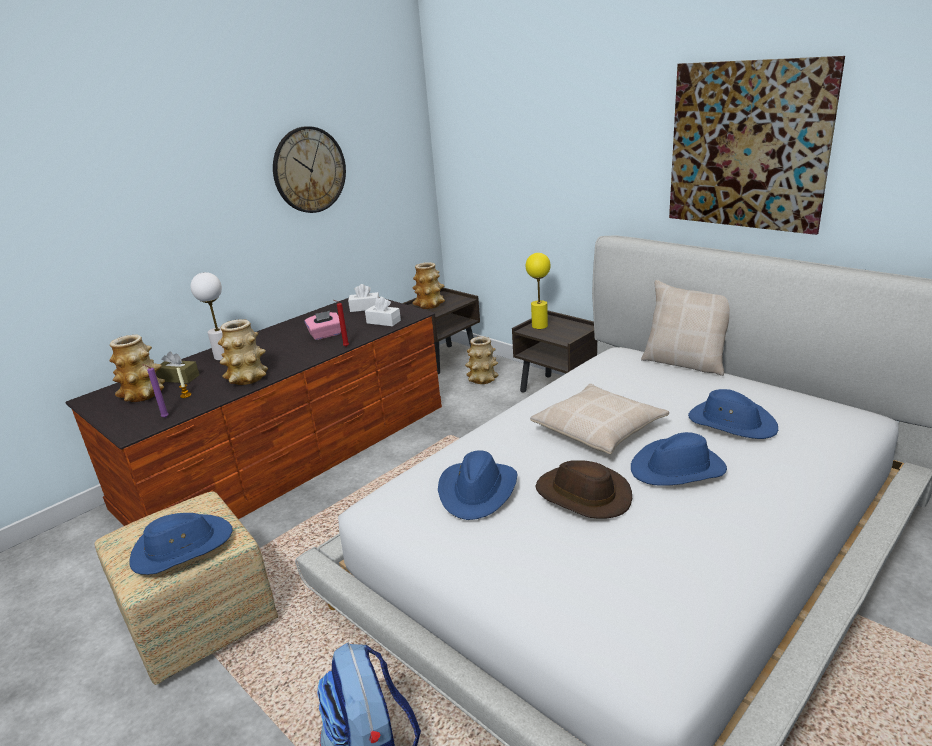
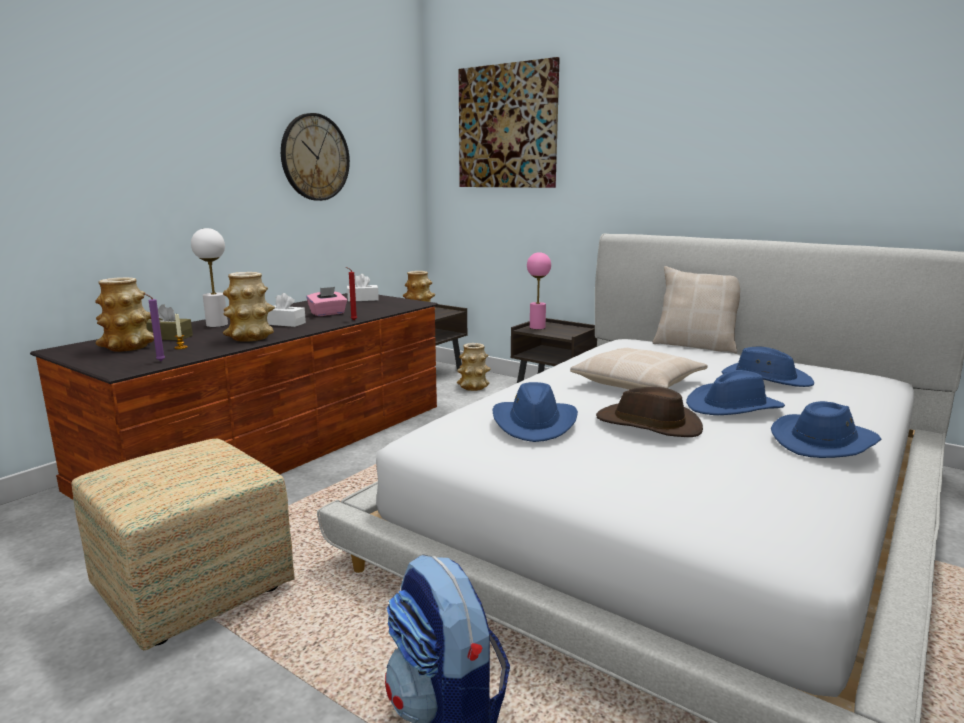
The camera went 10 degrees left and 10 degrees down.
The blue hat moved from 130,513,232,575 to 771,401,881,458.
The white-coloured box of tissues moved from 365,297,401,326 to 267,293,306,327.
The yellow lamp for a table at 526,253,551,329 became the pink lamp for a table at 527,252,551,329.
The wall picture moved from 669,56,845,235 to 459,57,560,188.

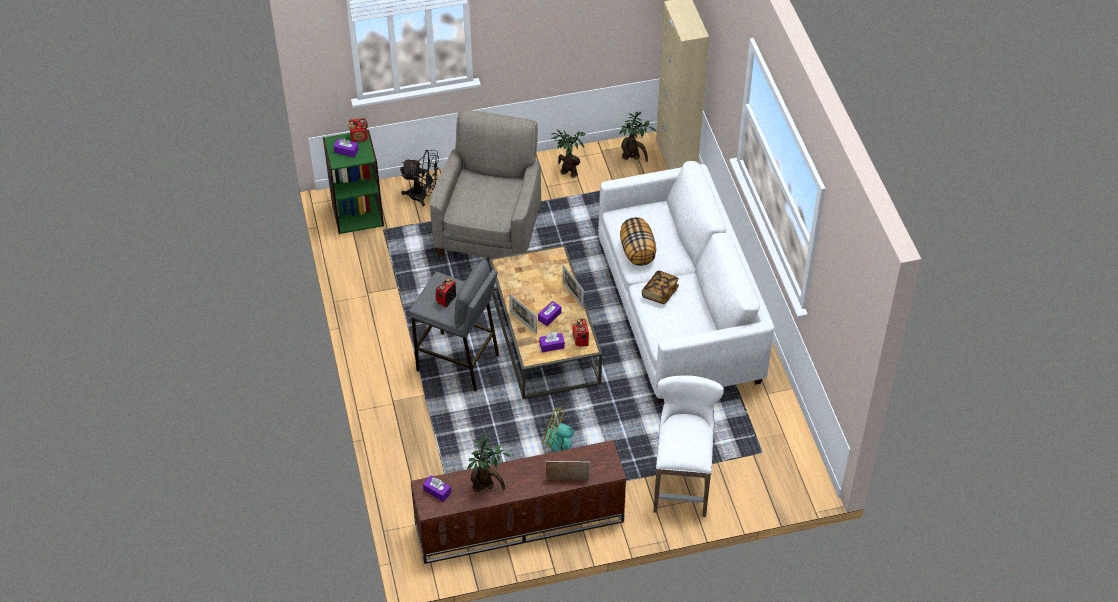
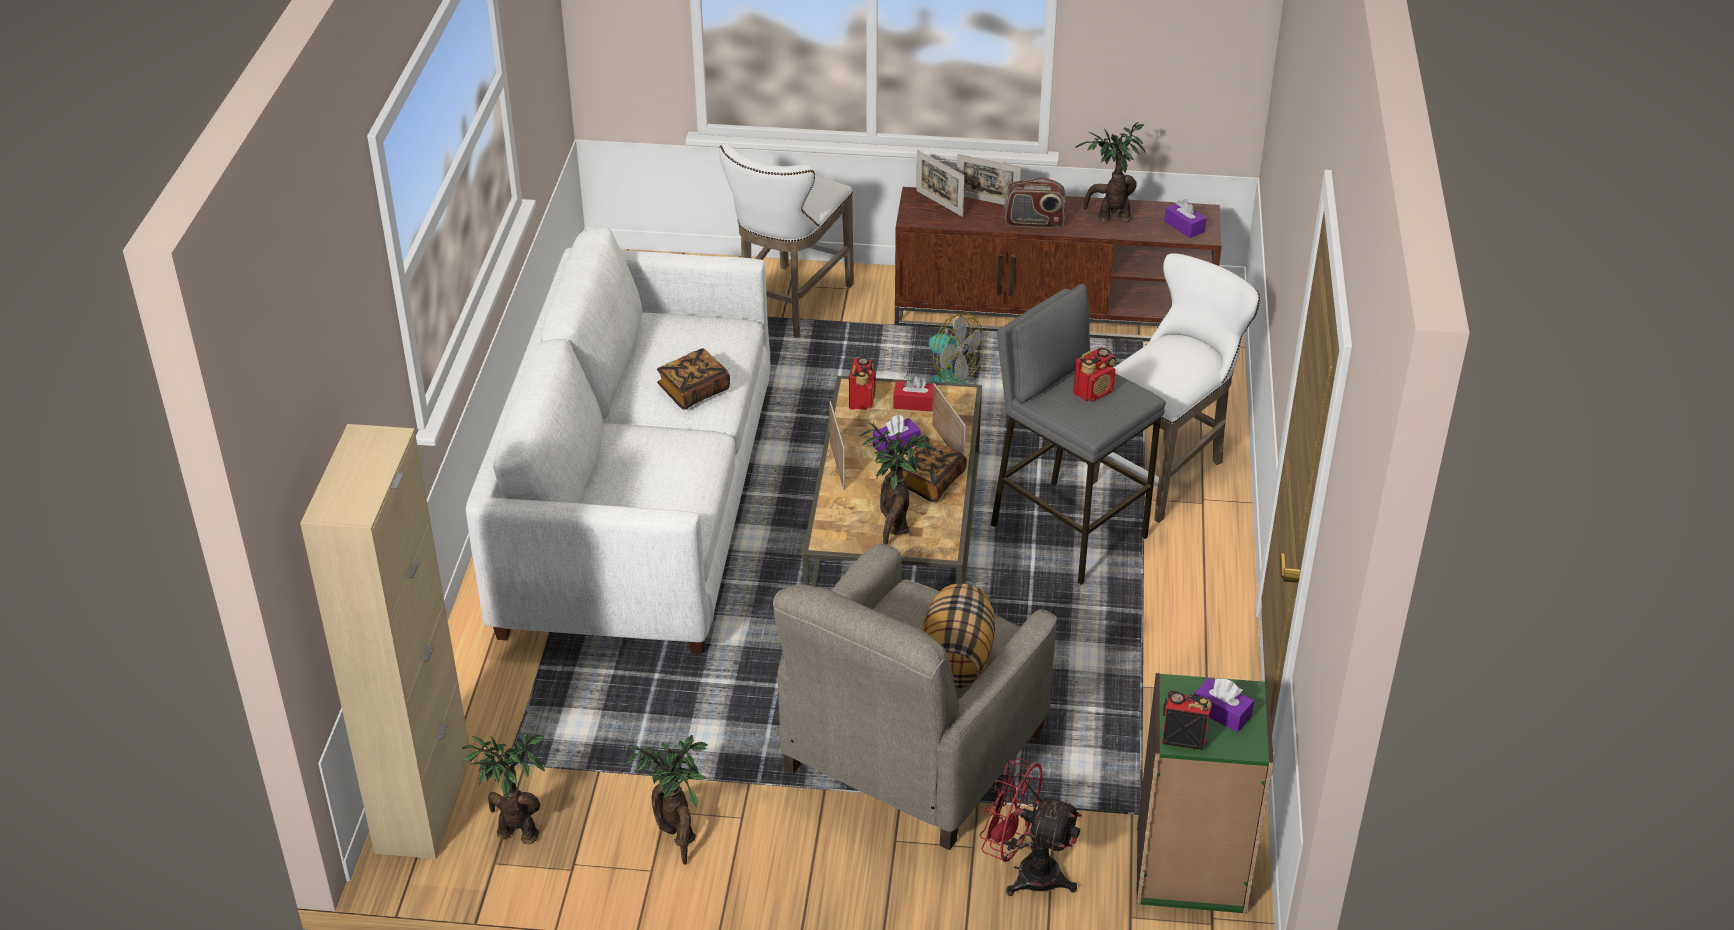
The camera went 160 degrees left and 10 degrees down.
The black cooling fan at 400,150,439,206 became the red cooling fan at 980,758,1082,896.
The purple-coloured box of tissues at 539,332,565,352 became the red box of tissues at 893,376,937,412.
The throw pillow moved from 620,217,656,266 to 922,584,995,688.
The houseplant at 860,422,934,544 appeared.
The volume at 902,437,967,502 appeared.
The picture frame at 916,150,965,217 appeared.
The radio set at 1004,177,1066,228 appeared.
The white-coloured stool seat at 1093,253,1261,523 appeared.

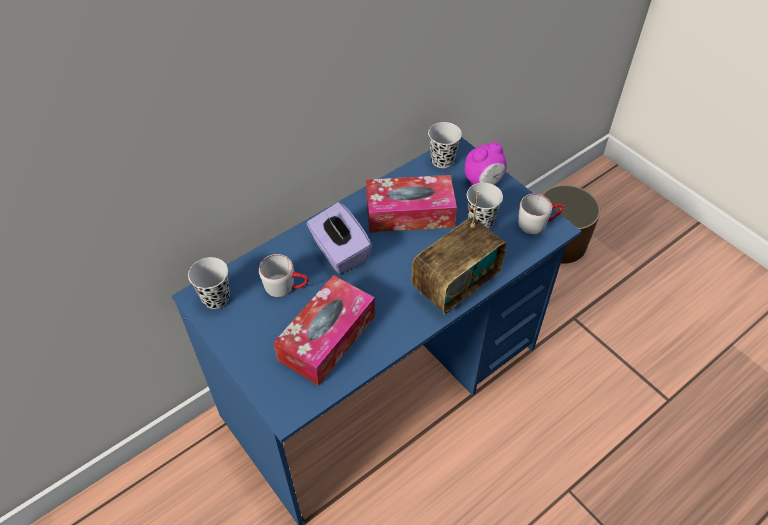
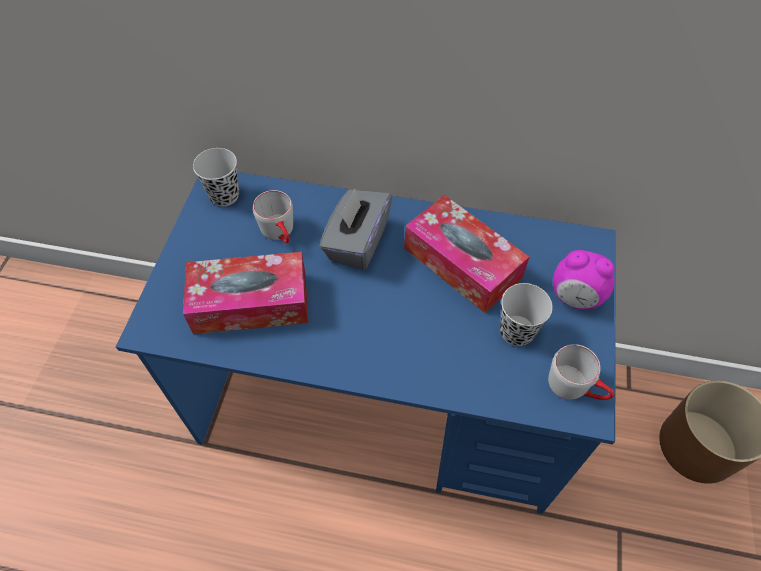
The camera went 50 degrees right and 5 degrees up.
The purple-coloured box of tissues at 307,202,372,274 became the greyish box of tissues at 319,189,392,270.
The radio set at 411,191,506,315 disappeared.
The black cup at 428,122,462,168 disappeared.

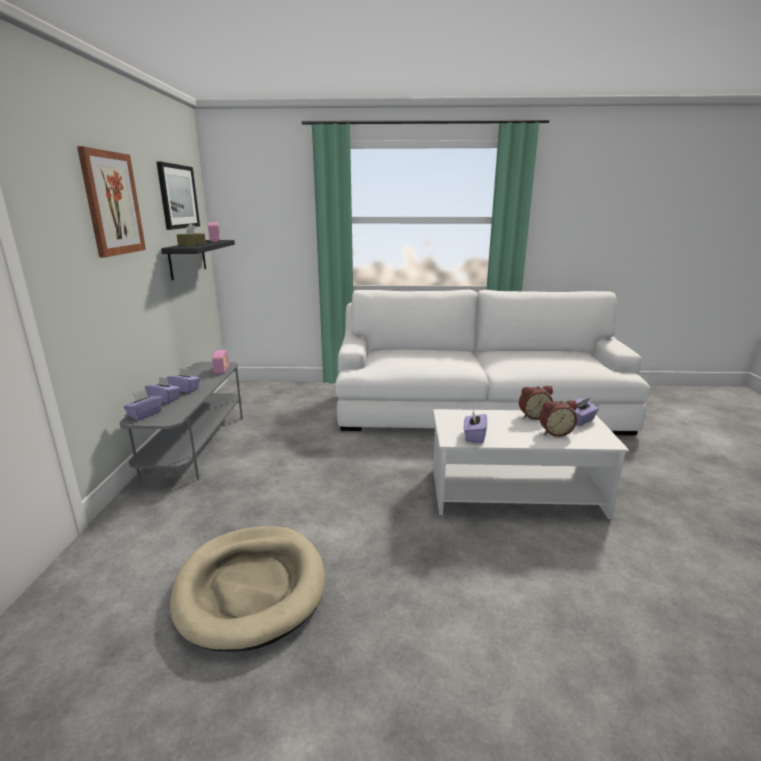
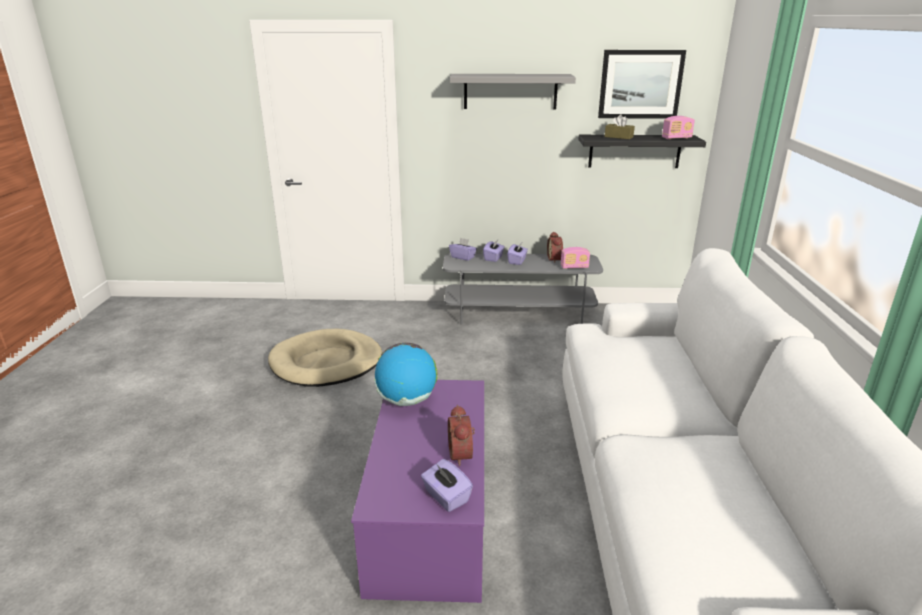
The camera went 90 degrees right and 5 degrees up.
The wall picture at 77,146,146,257 was replaced by the greyish wall shelf at 450,74,576,110.
The white-coloured coffee table at 433,409,629,519 became the purple-coloured coffee table at 351,380,484,603.
The purple-coloured box of tissues at 464,409,487,443 was replaced by the globe at 374,343,438,406.
The bedside clock moved from 539,400,577,437 to 547,232,563,263.

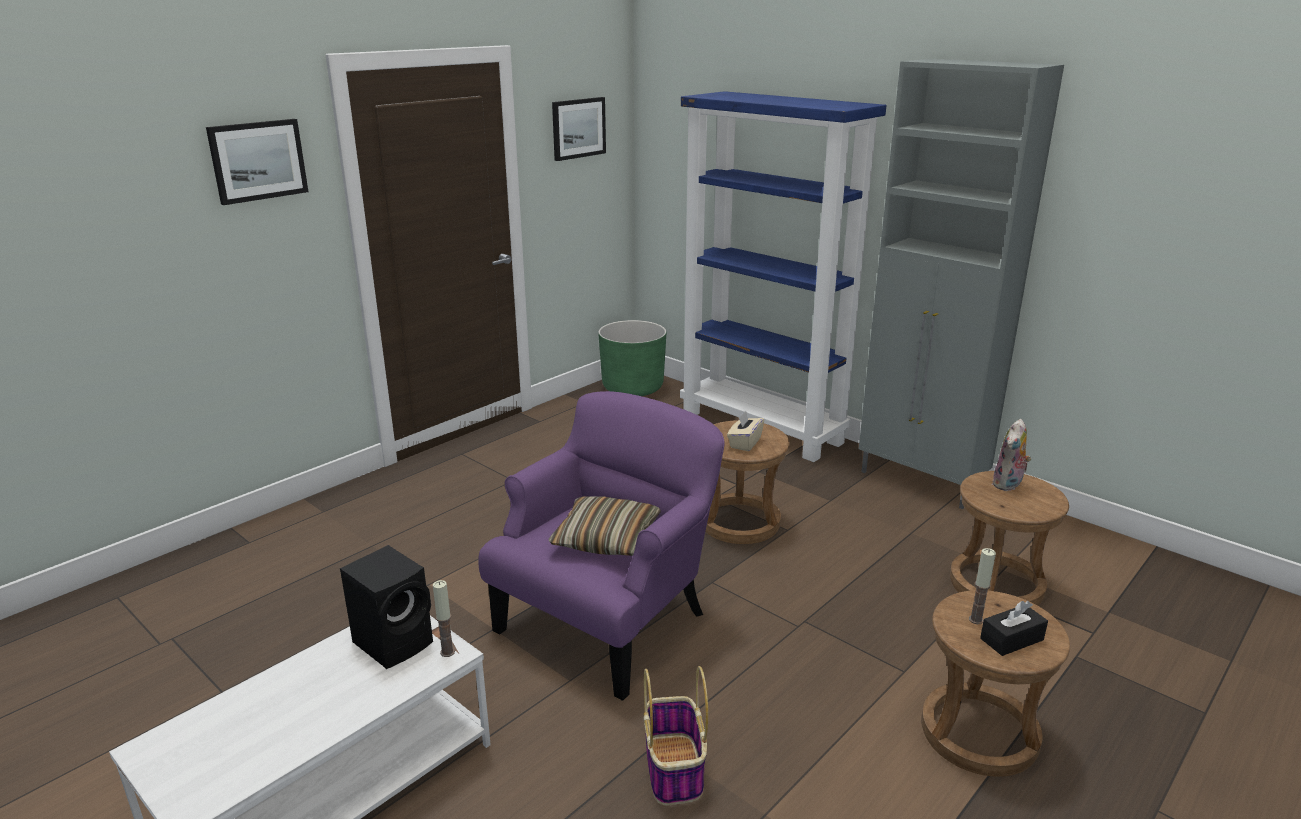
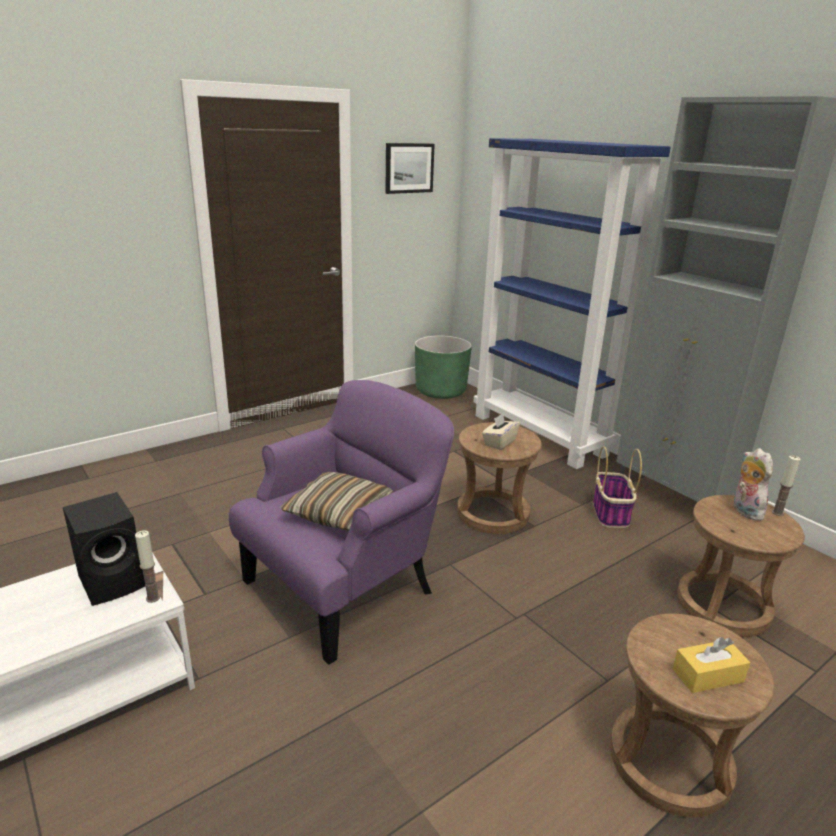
The camera went 10 degrees right and 0 degrees up.
The wall picture at 206,119,308,205 disappeared.
The storage basket moved from 643,666,708,806 to 593,446,642,528.
The wax candle moved from 969,548,996,624 to 772,456,801,516.
The black box of tissues at 980,601,1048,656 became the yellow box of tissues at 673,637,750,693.
The cuddly toy at 992,419,1031,491 turned 120 degrees clockwise.

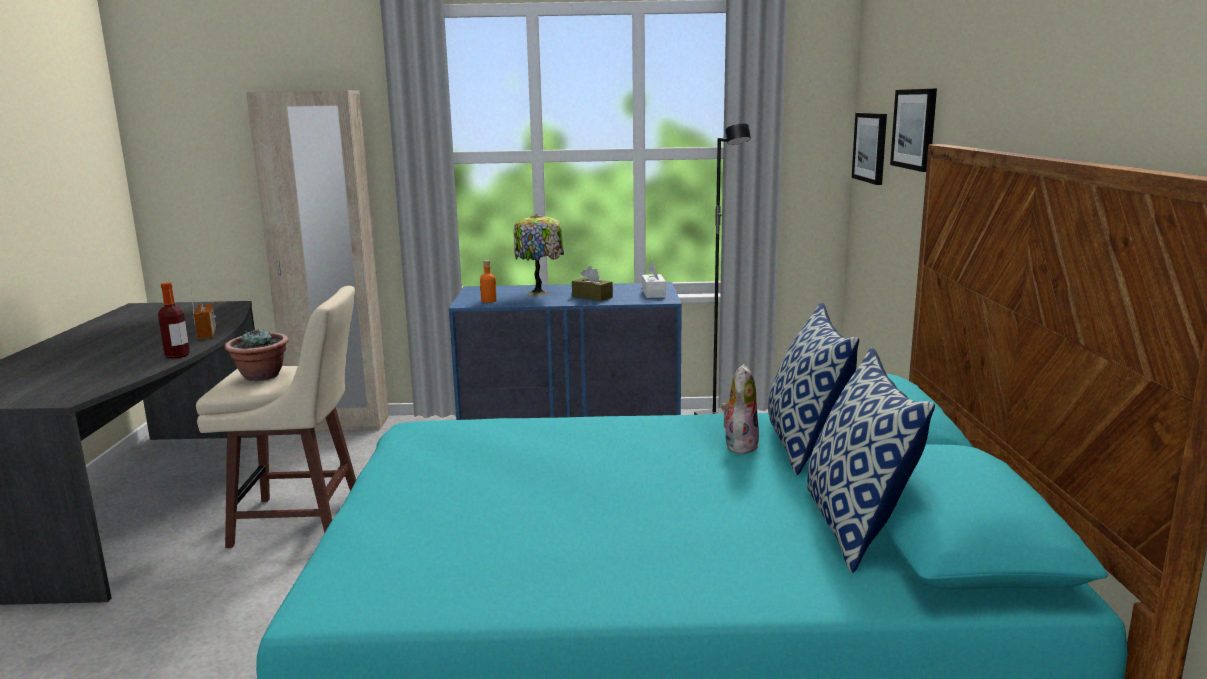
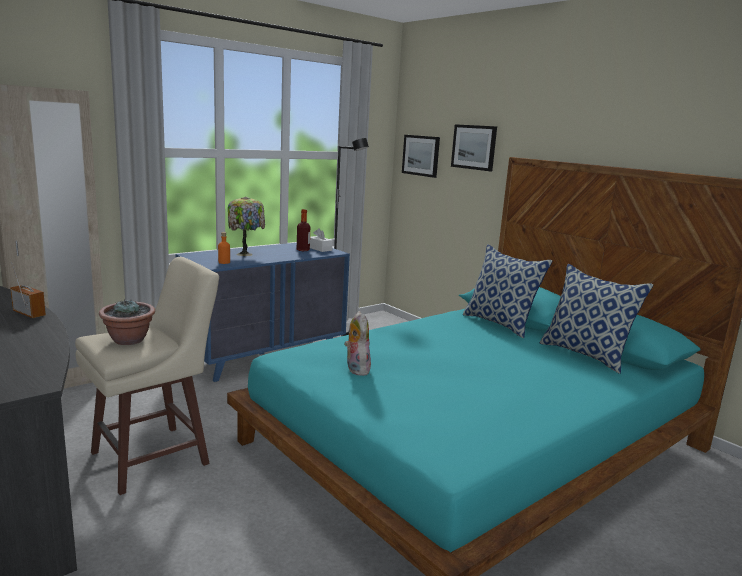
The camera went 40 degrees left and 0 degrees up.
The beverage bottle moved from 158,282,190,359 to 297,209,310,251.
The brown box of tissues at 572,266,613,301 disappeared.
The cuddly toy moved from 721,364,759,454 to 344,311,371,376.

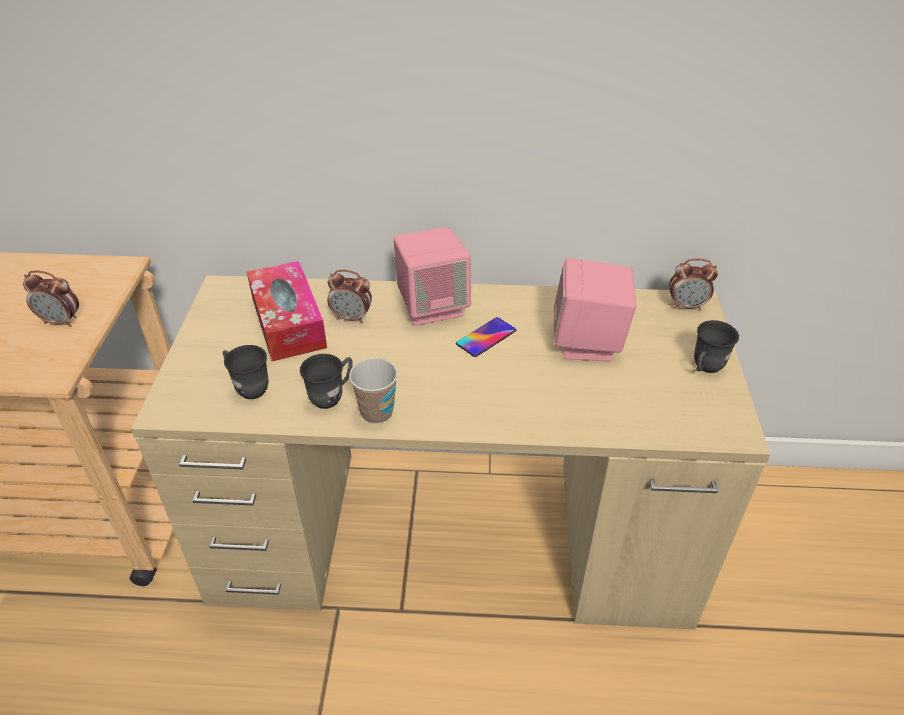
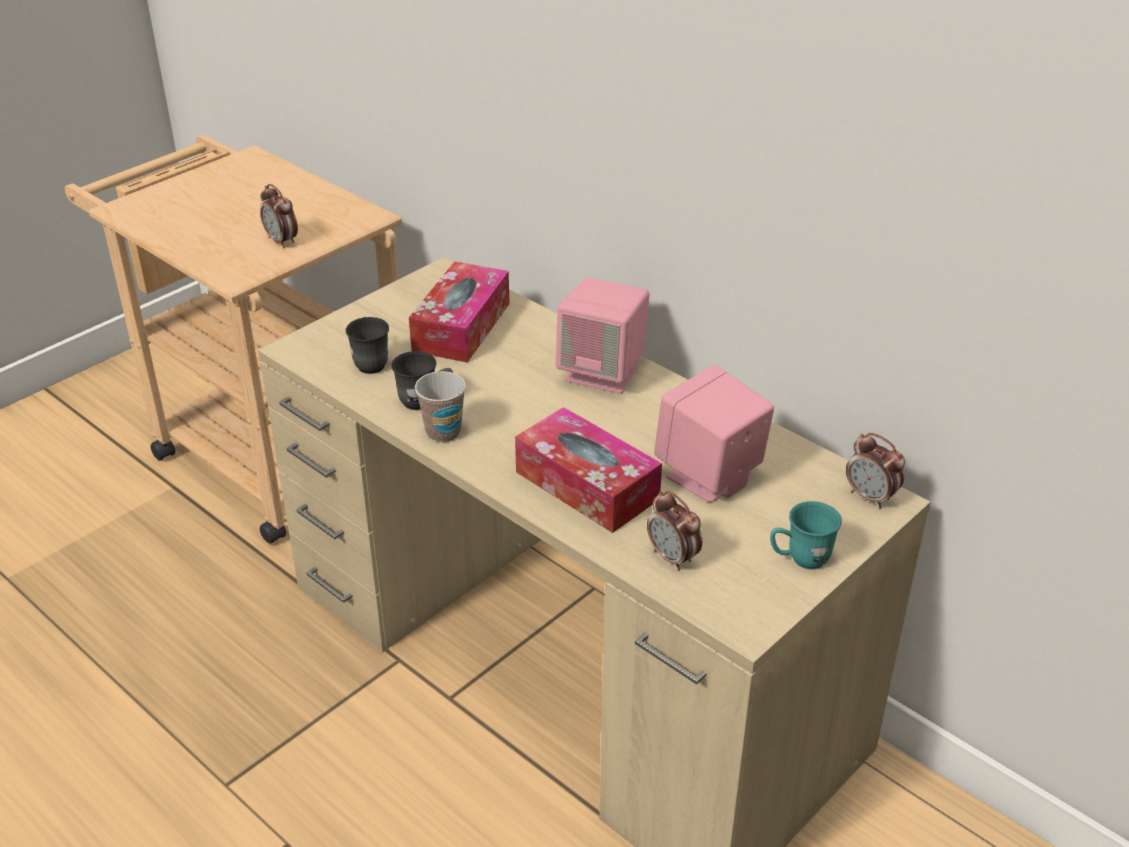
The camera went 40 degrees right and 5 degrees down.
The bedside clock moved from 327,270,372,323 to 647,491,702,571.
The phone at 456,317,516,357 disappeared.
The greyish tea mug at 694,320,739,373 became the turquoise tea mug at 770,501,842,569.
The box of tissues at 515,407,662,533 appeared.

